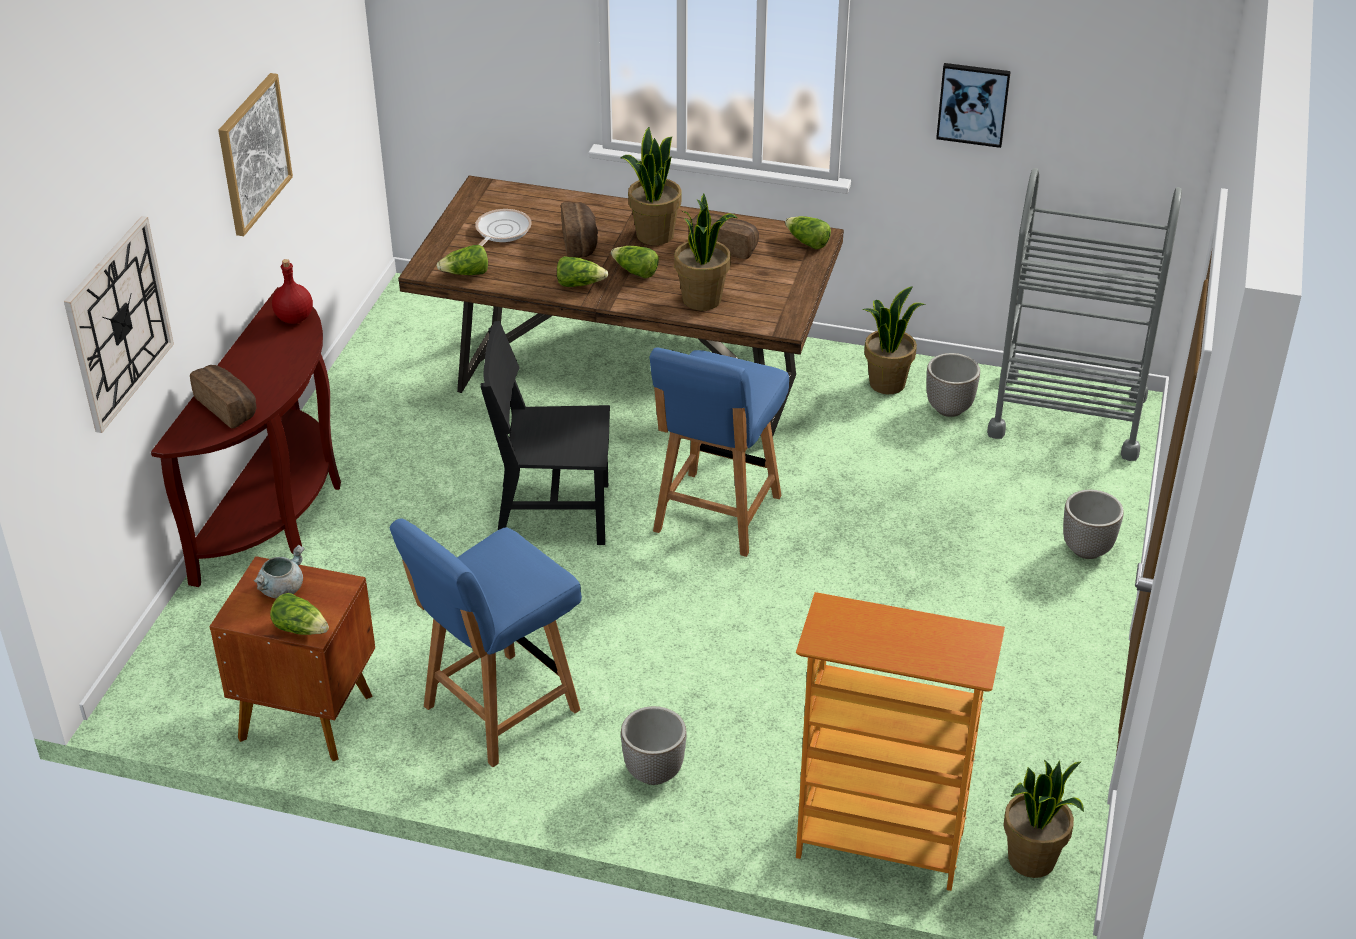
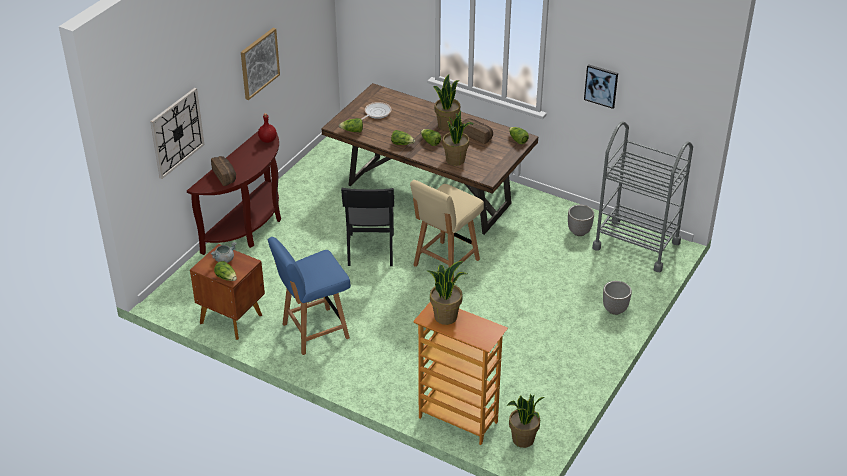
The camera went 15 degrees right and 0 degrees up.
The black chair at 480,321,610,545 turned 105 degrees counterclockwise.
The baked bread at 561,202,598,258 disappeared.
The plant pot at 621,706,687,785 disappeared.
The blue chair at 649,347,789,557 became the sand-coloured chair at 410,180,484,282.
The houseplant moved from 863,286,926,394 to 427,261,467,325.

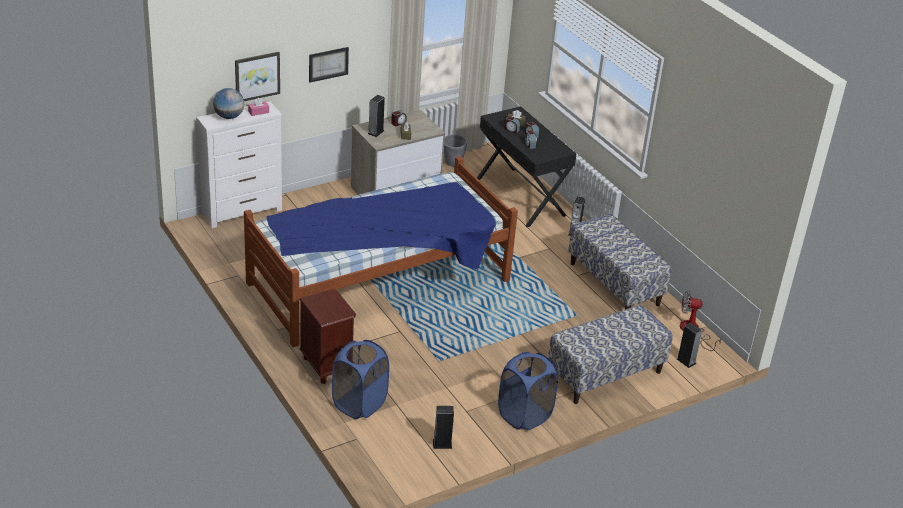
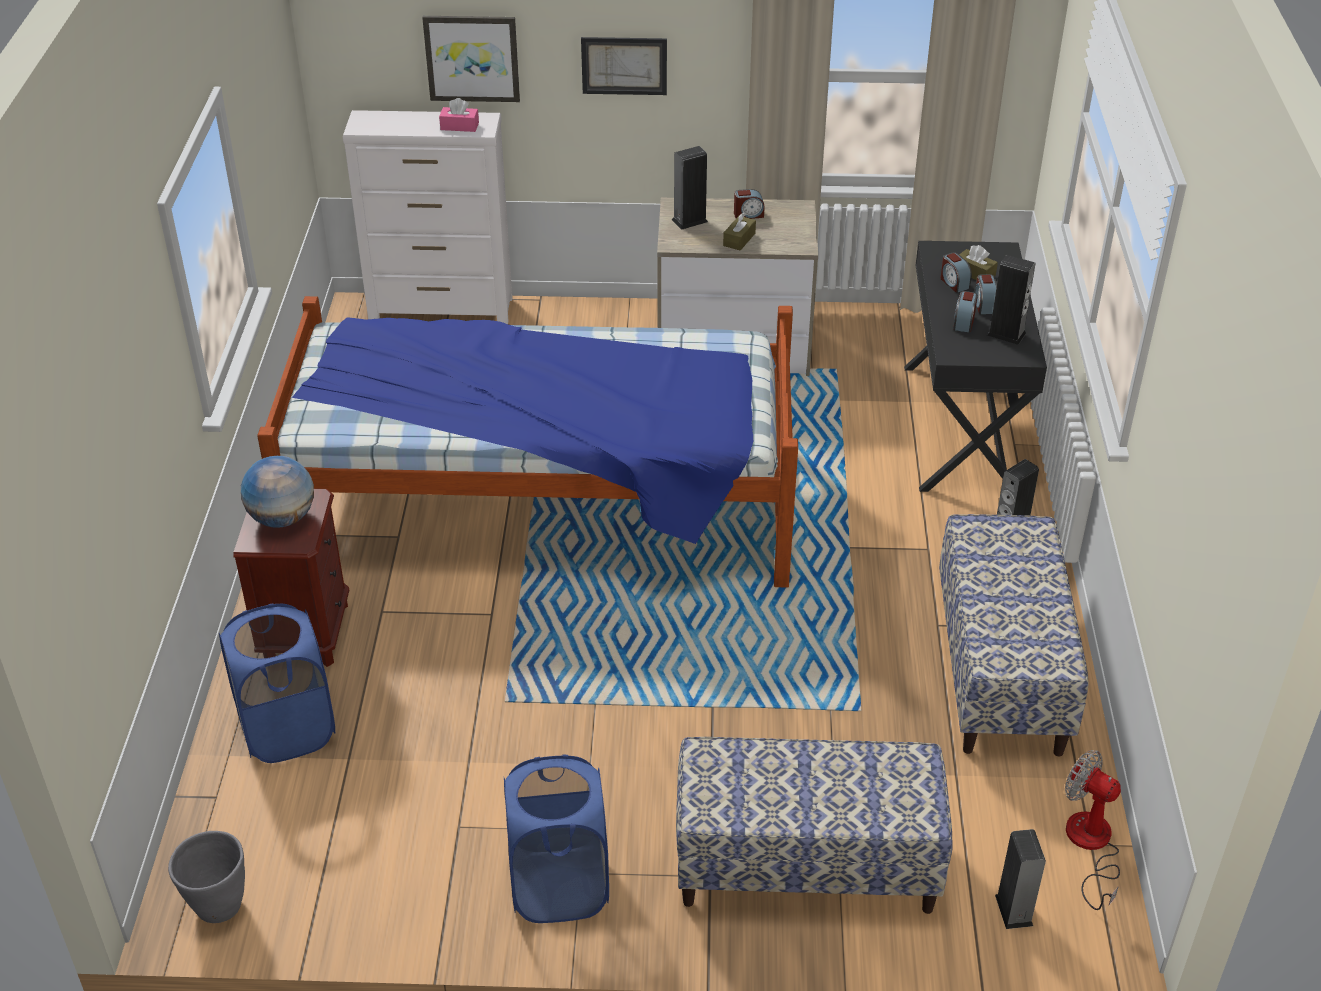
The camera went 35 degrees right and 5 degrees up.
The globe moved from 213,88,244,119 to 241,456,314,528.
The speaker moved from 433,406,454,449 to 987,255,1036,345.
The greyish plant pot moved from 444,134,467,167 to 168,831,245,923.

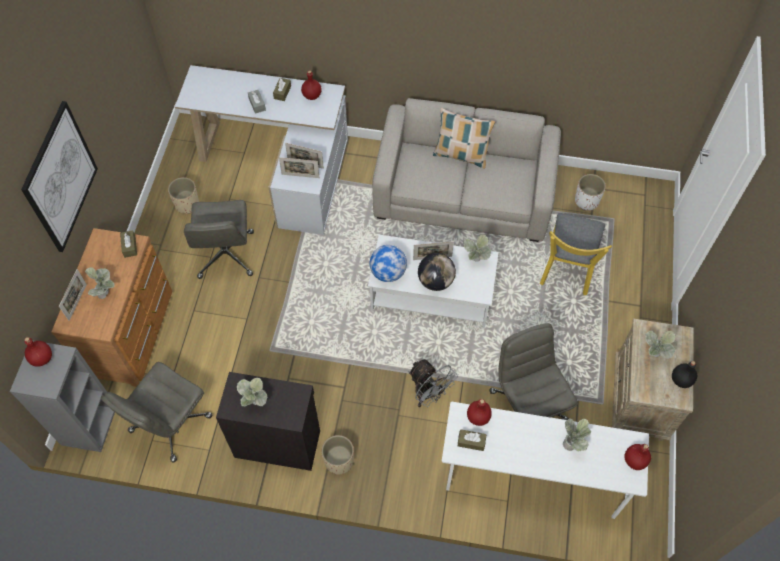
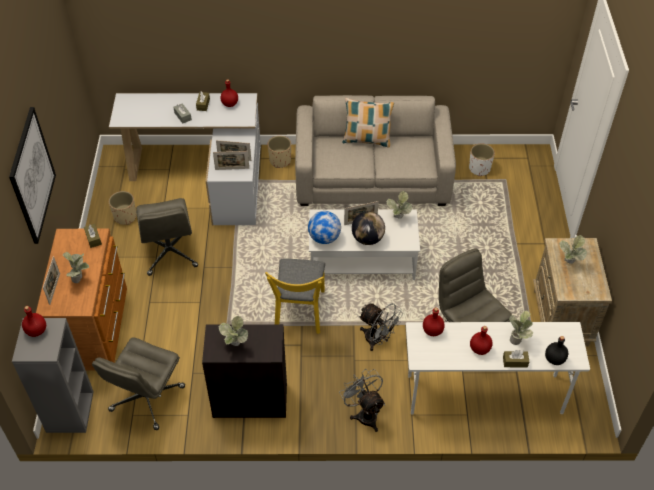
The camera went 10 degrees left and 10 degrees down.
The sand-coloured plant pot moved from 321,435,354,475 to 268,136,291,168.
The brown box of tissues moved from 458,429,487,451 to 503,350,529,368.
The yellow chair moved from 540,213,612,295 to 265,259,325,334.
The red beverage bottle moved from 624,444,651,470 to 470,326,493,355.
The black beverage bottle moved from 672,361,697,388 to 545,336,568,365.
The greyish cooling fan at 339,369,385,432 appeared.

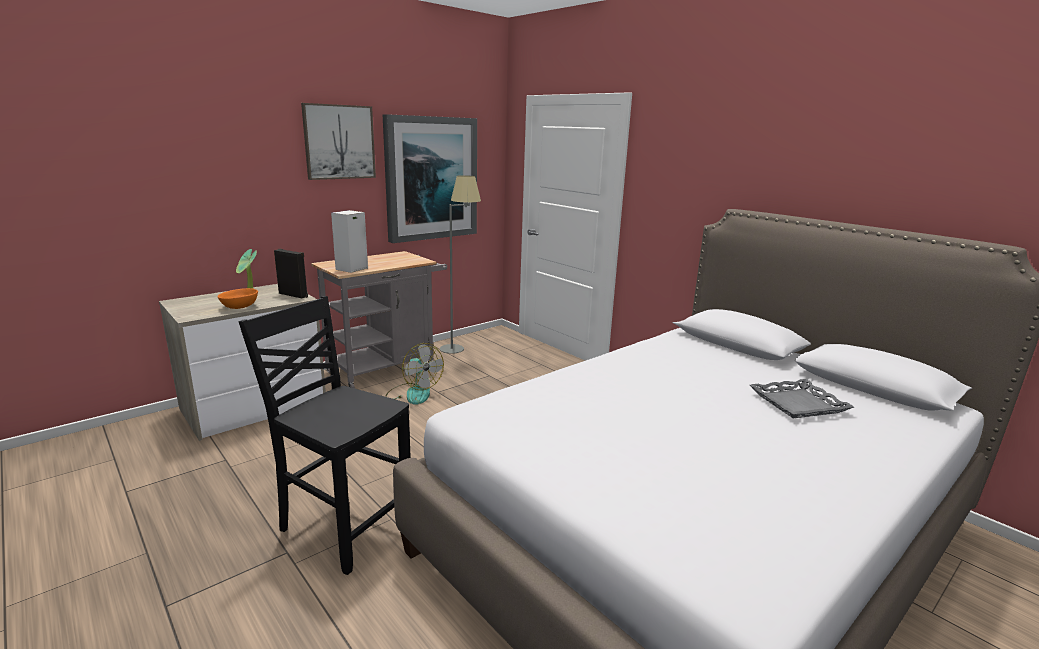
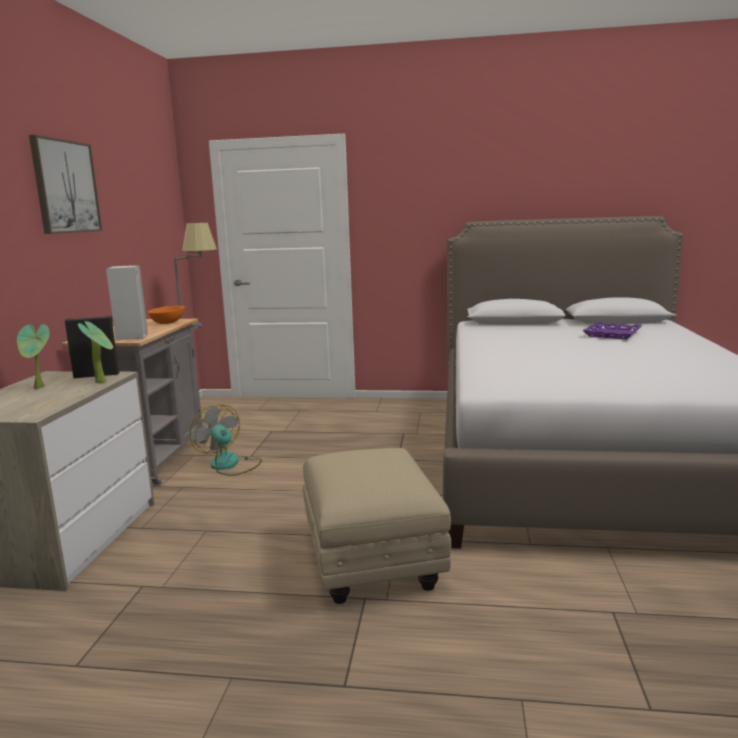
The camera went 40 degrees left and 5 degrees down.
The orangey deep dish moved from 217,288,258,309 to 148,306,185,324.
The black chair at 239,296,411,575 was replaced by the sand-coloured pouffe at 303,448,451,604.
The wall picture at 383,114,477,243 disappeared.
The cooling fan at 385,343,444,405 turned 135 degrees counterclockwise.
The greyish carrying tray at 750,379,854,418 became the purple-coloured carrying tray at 583,322,642,340.
The houseplant at 78,321,113,383 appeared.

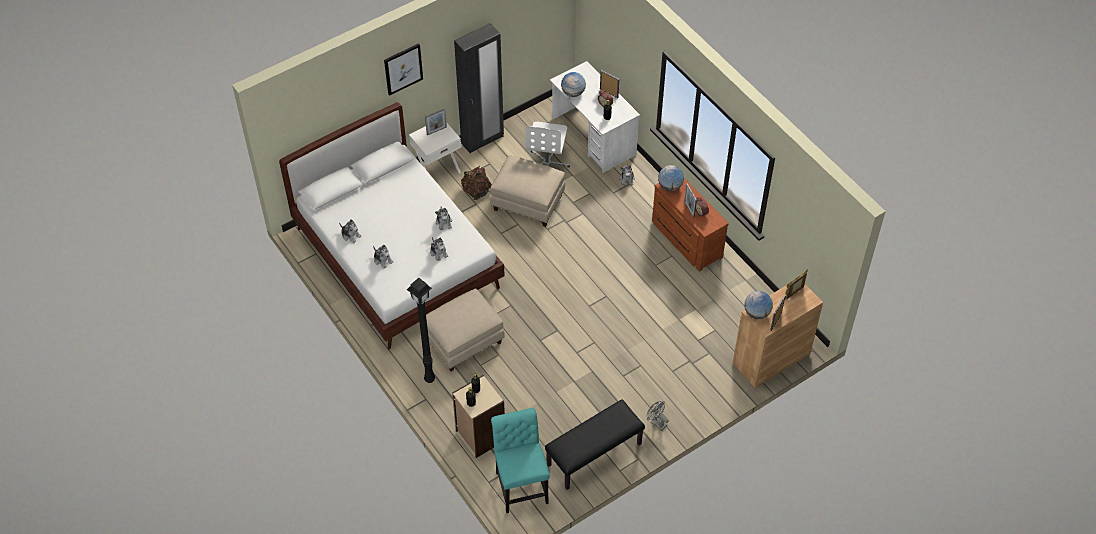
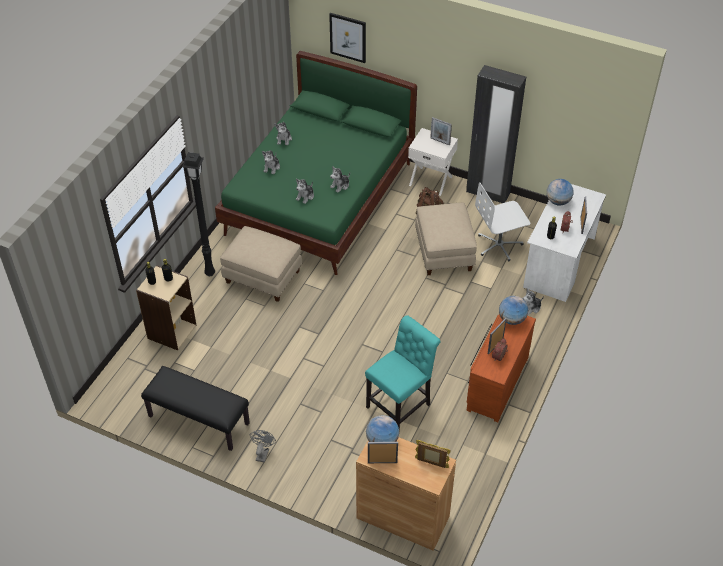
The camera went 60 degrees right and 5 degrees down.
The white-coloured sleeping bed at 279,102,505,350 became the greenish sleeping bed at 215,51,417,275.
The wall picture moved from 384,43,423,96 to 329,13,366,63.
The turquoise chair moved from 491,408,550,513 to 365,315,441,431.

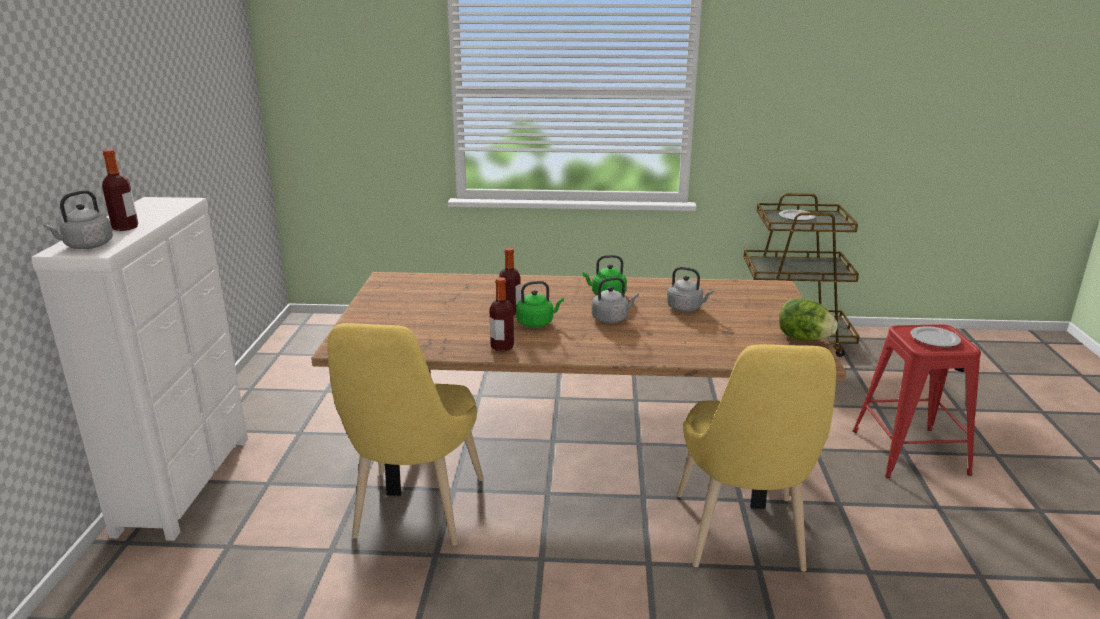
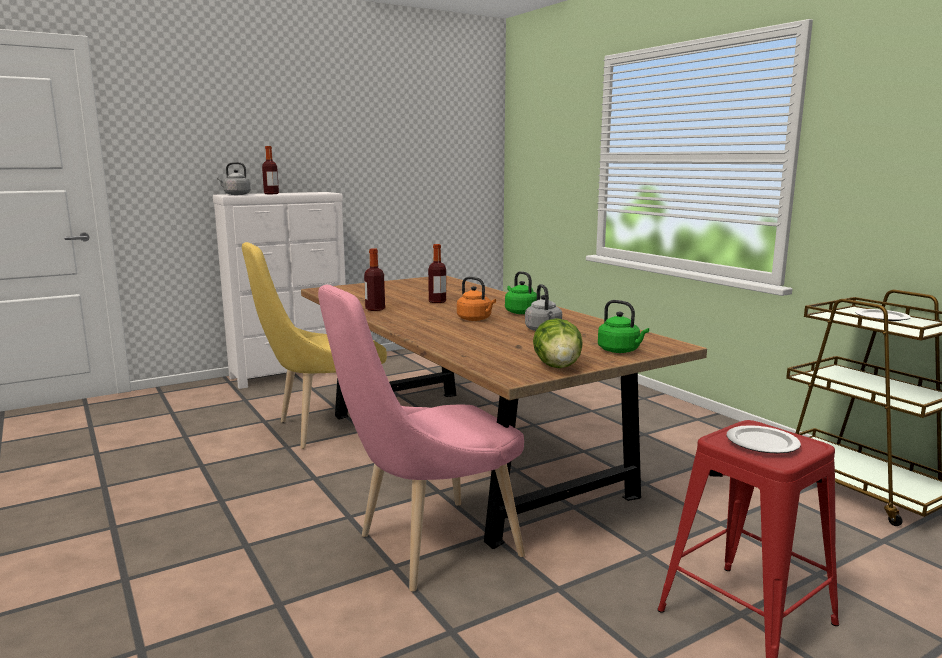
The camera went 55 degrees right and 10 degrees down.
The greenish water kettle moved from 516,281,564,327 to 598,300,649,353.
The greyish water kettle at 592,277,639,323 became the orangey water kettle at 457,277,496,321.
The yellow chair at 676,345,836,572 became the pink chair at 318,285,525,591.

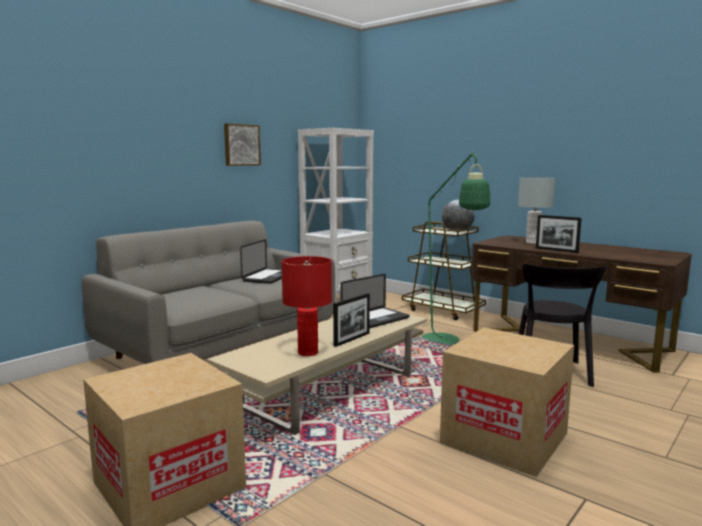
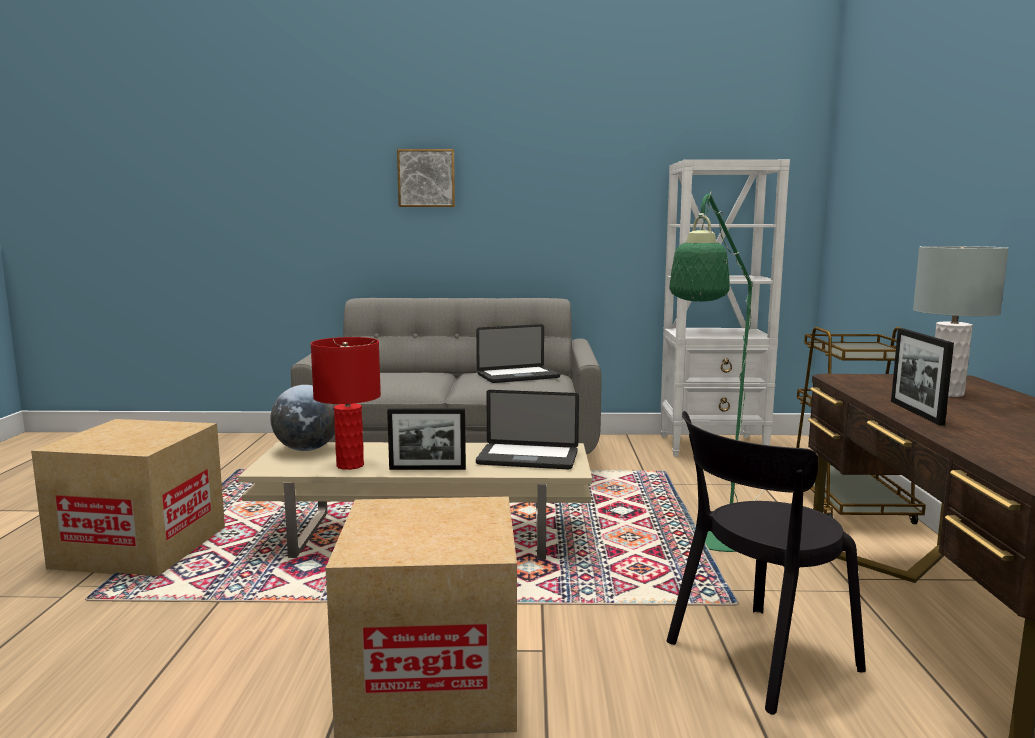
The camera went 50 degrees right and 0 degrees up.
The wall picture moved from 224,123,261,166 to 397,149,455,207.
The globe moved from 442,200,475,232 to 270,385,337,451.

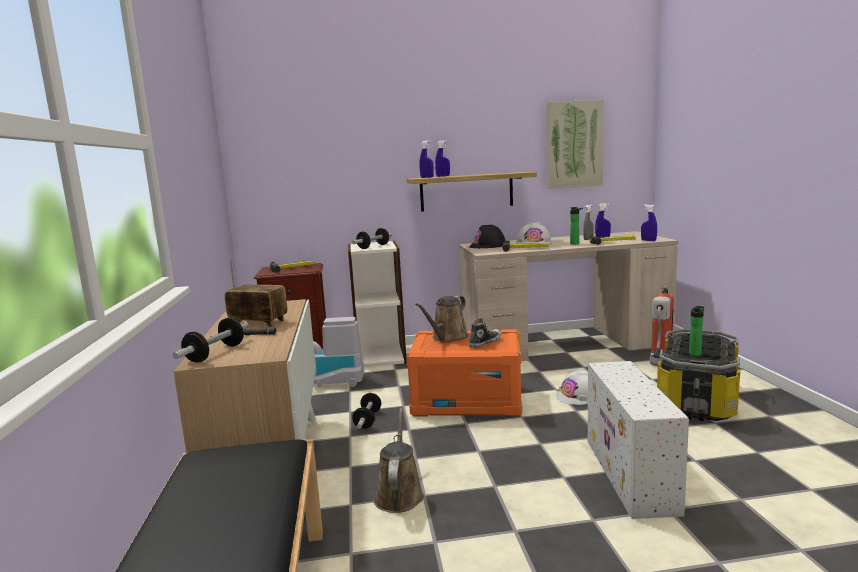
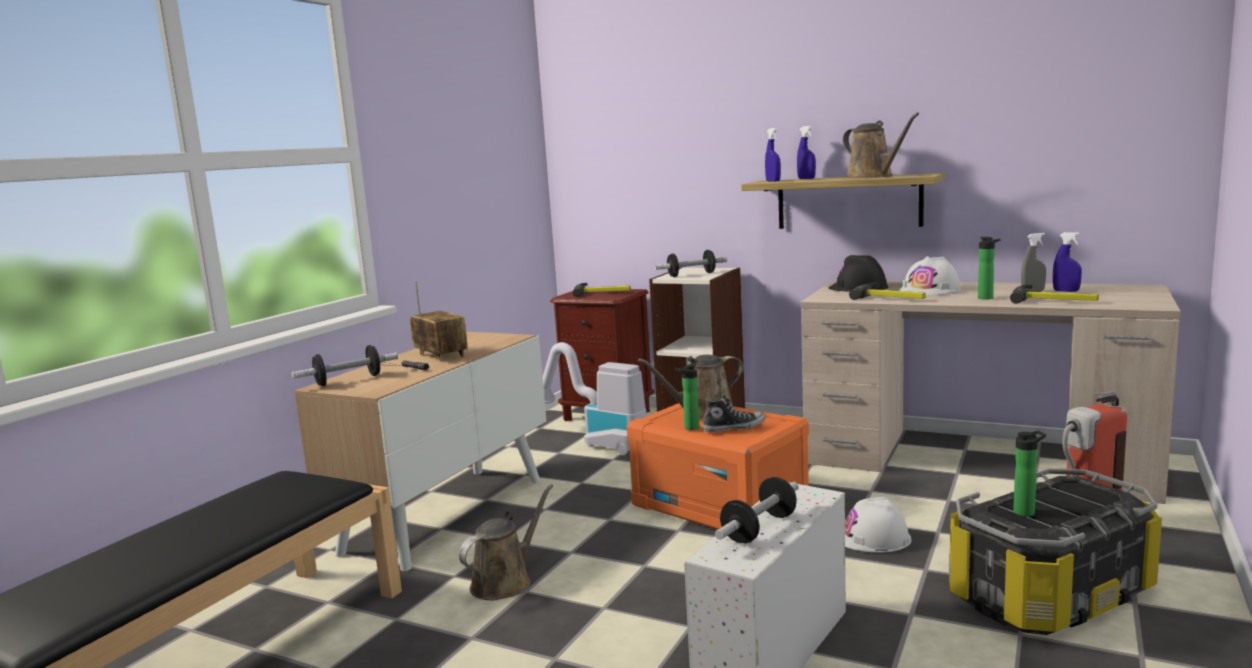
The camera went 35 degrees right and 0 degrees up.
The free weight moved from 352,393,381,429 to 715,477,799,543.
The wall picture at 546,100,604,189 disappeared.
The blue sprayer at 641,204,657,241 disappeared.
The beverage bottle at 675,364,699,430 appeared.
The brown watering pot at 843,112,919,178 appeared.

